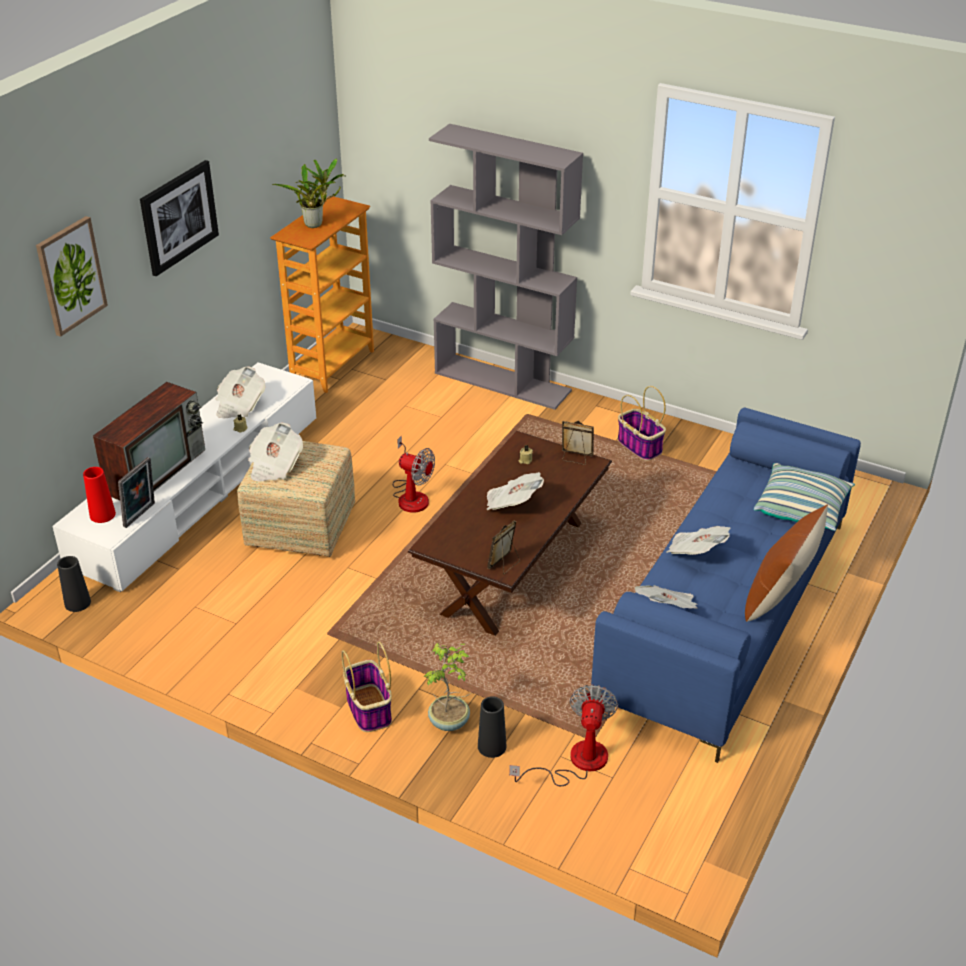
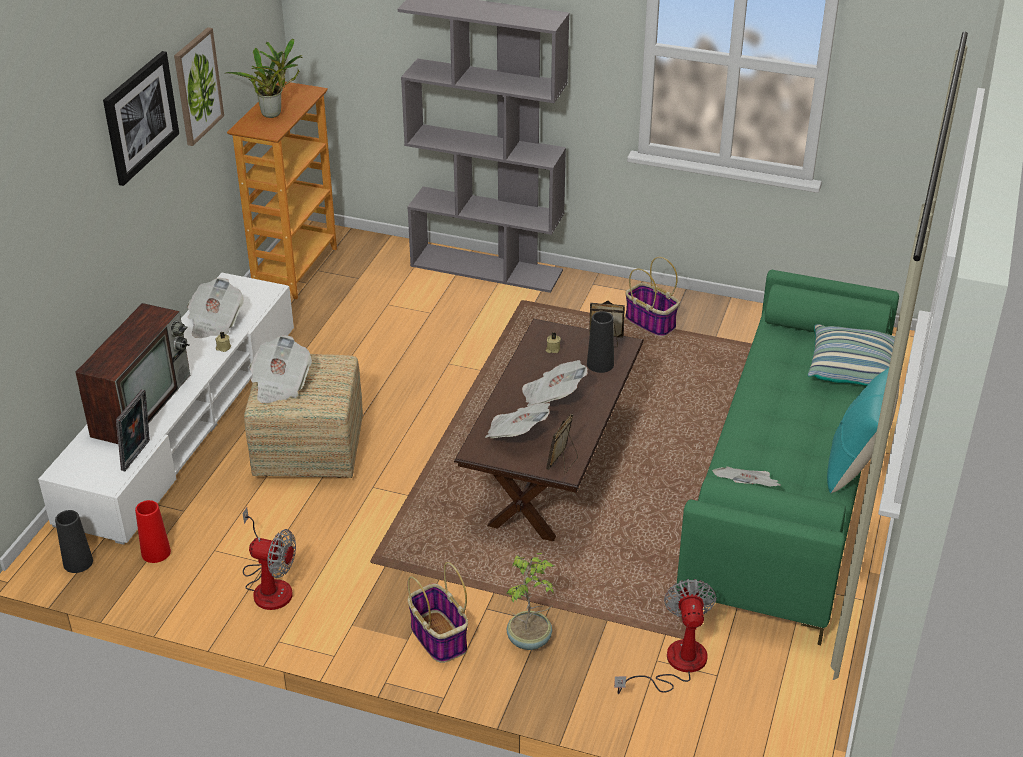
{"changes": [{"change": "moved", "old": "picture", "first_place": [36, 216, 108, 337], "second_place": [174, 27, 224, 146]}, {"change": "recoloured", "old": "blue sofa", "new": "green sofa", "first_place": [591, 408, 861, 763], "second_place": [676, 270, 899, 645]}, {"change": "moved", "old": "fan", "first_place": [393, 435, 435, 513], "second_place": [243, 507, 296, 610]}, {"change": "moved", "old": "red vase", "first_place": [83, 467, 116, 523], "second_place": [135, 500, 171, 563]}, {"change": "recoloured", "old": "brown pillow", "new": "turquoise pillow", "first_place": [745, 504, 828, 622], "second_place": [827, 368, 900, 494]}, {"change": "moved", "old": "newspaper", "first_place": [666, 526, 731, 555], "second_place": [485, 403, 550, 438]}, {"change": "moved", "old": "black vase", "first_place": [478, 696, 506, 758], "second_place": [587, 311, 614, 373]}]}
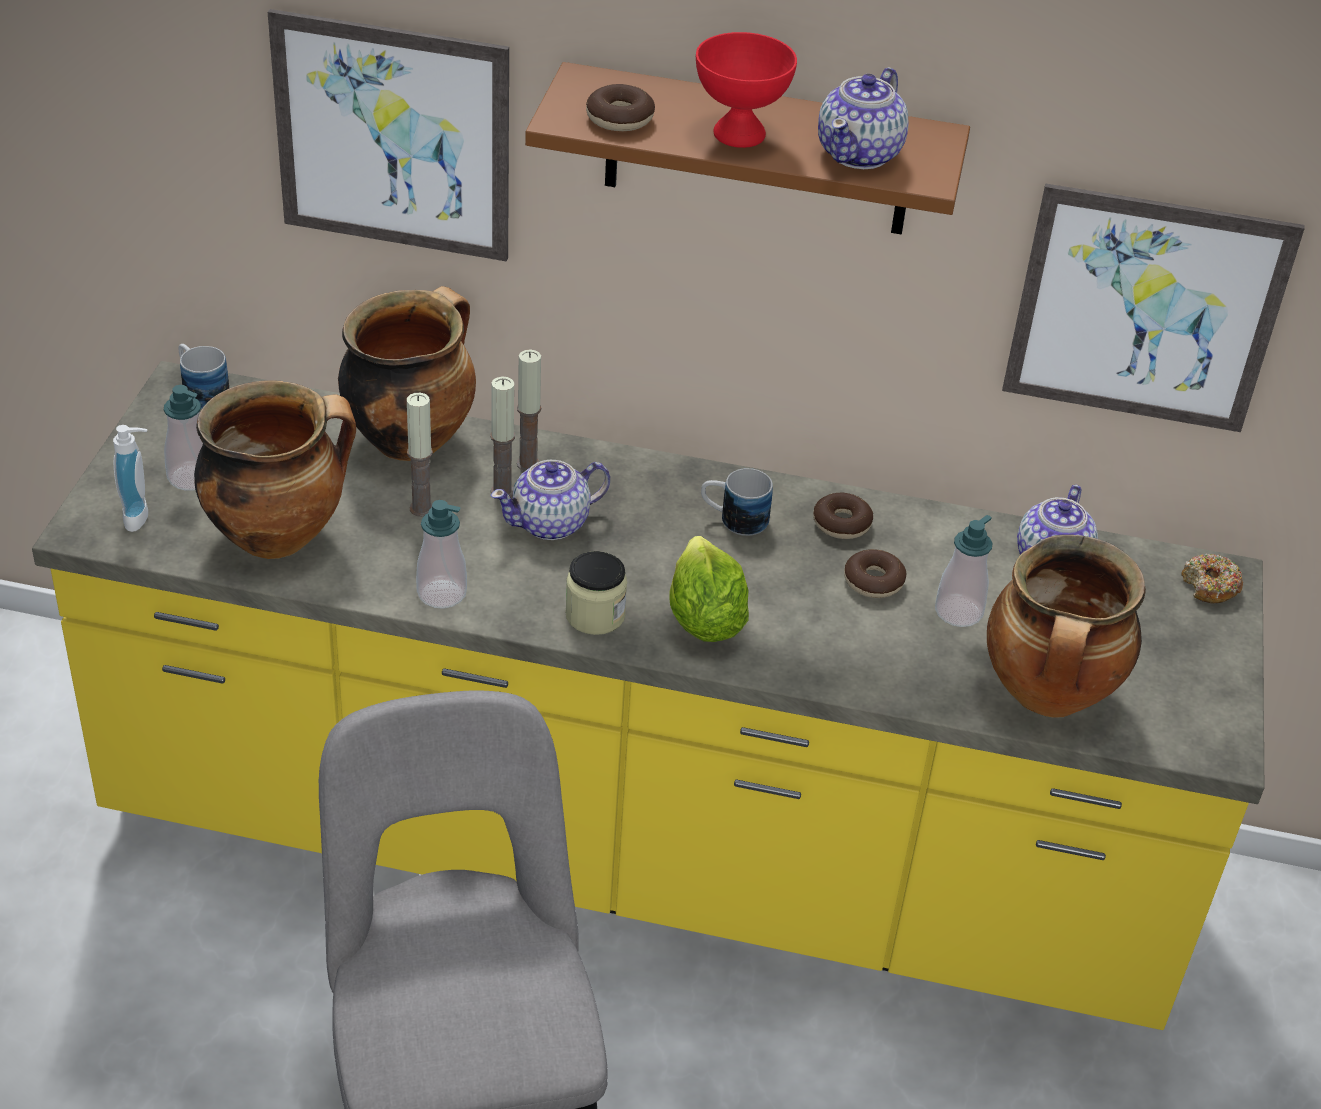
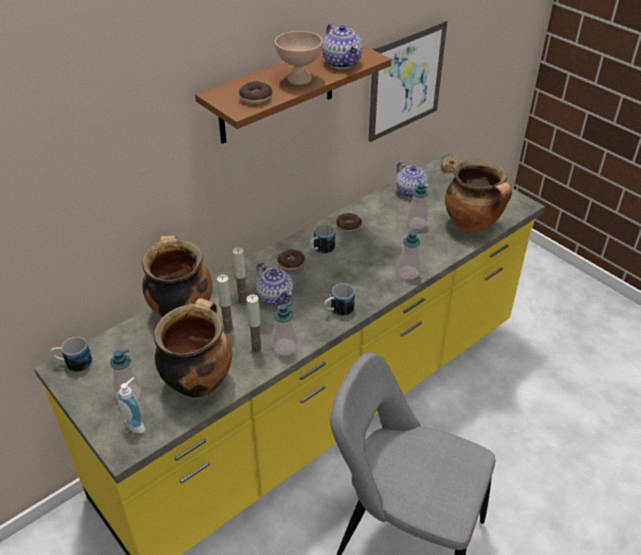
{"changes": [{"change": "removed", "old": "picture", "first_place": [268, 9, 509, 261]}, {"change": "recoloured", "old": "red bowl", "new": "beige bowl", "first_place": [696, 32, 797, 148], "second_place": [275, 31, 323, 85]}, {"change": "moved", "old": "candle", "first_place": [517, 350, 541, 471], "second_place": [246, 295, 263, 354]}, {"change": "turned", "old": "teapot", "first_place": [491, 460, 610, 540], "second_place": [256, 263, 293, 306], "degrees": -45}, {"change": "removed", "old": "lettuce", "first_place": [669, 536, 749, 642]}, {"change": "moved", "old": "donut", "first_place": [844, 549, 906, 598], "second_place": [278, 249, 305, 270]}, {"change": "replaced", "old": "jar", "new": "mug", "first_place": [565, 551, 627, 635], "second_place": [324, 283, 355, 316]}, {"change": "added", "new": "soap dispenser", "second_place": [398, 230, 420, 280]}]}
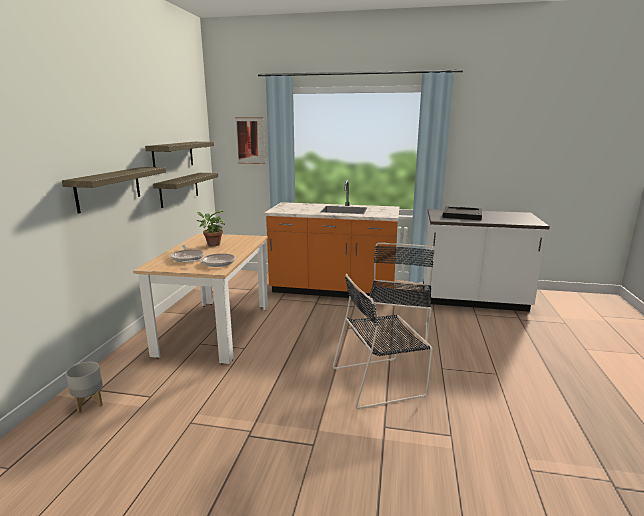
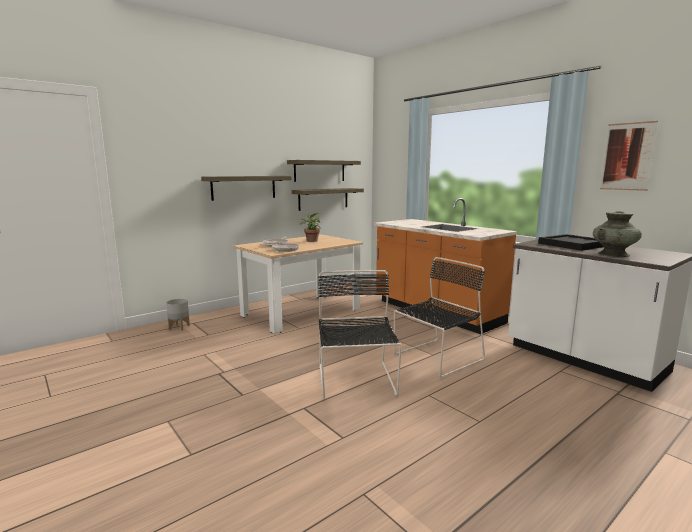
{"changes": [{"change": "moved", "old": "picture", "first_place": [235, 117, 266, 164], "second_place": [600, 121, 658, 191]}, {"change": "turned", "old": "black chair", "first_place": [333, 274, 433, 410], "second_place": [318, 270, 402, 400], "degrees": 60}, {"change": "added", "new": "turquoise vase", "second_place": [593, 211, 642, 257]}]}
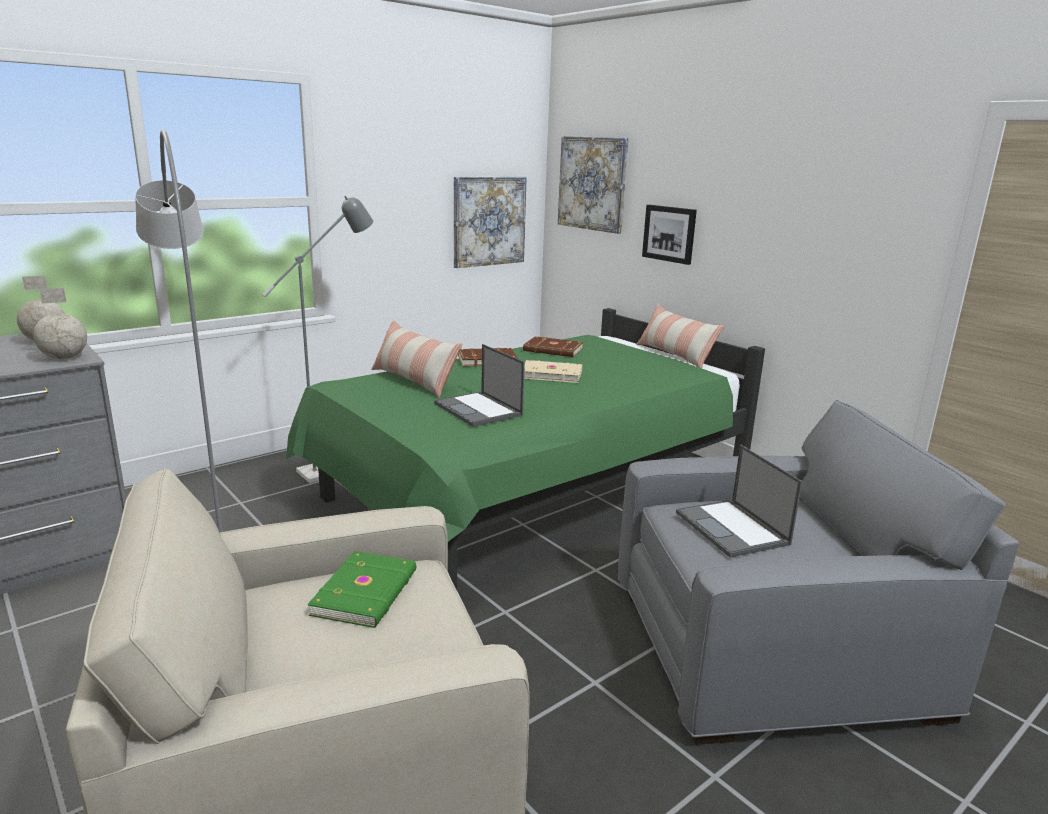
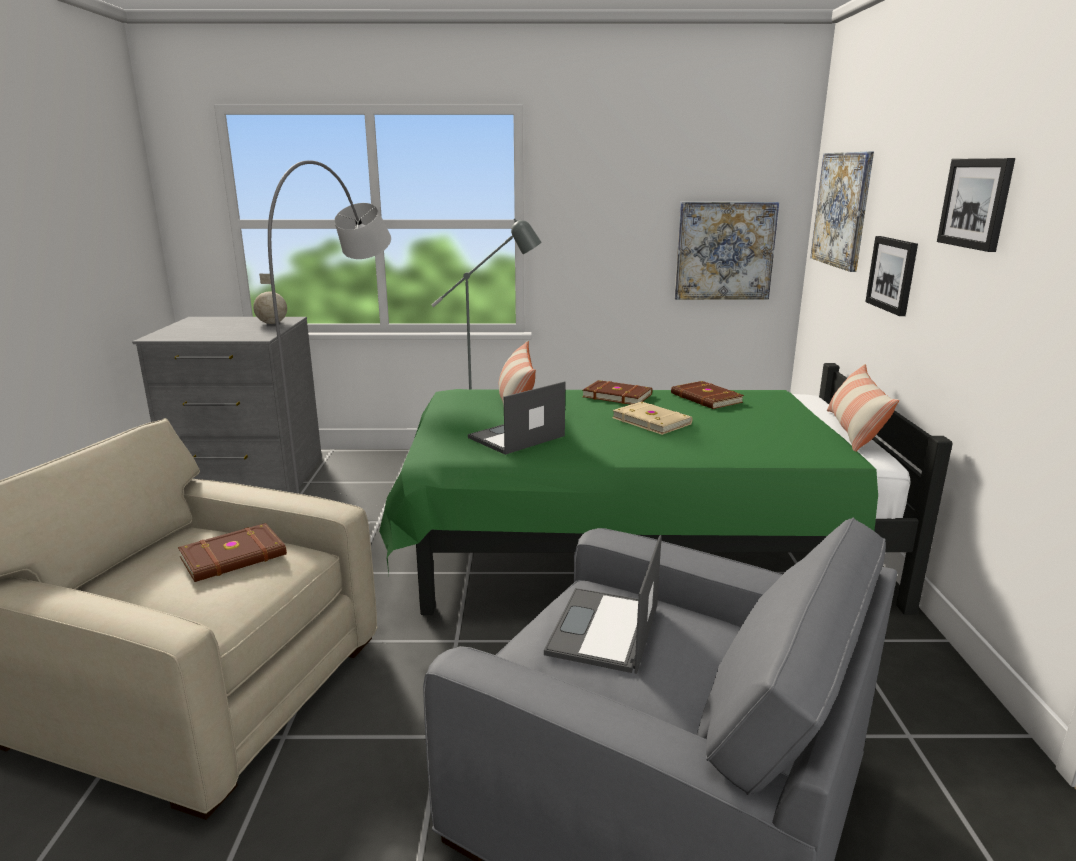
{"changes": [{"change": "removed", "old": "globe", "first_place": [33, 288, 87, 359]}, {"change": "turned", "old": "laptop", "first_place": [434, 344, 525, 427], "second_place": [468, 381, 565, 455], "degrees": 45}, {"change": "recoloured", "old": "green book", "new": "brown book", "first_place": [307, 551, 416, 628], "second_place": [178, 523, 287, 582]}, {"change": "added", "new": "picture", "second_place": [937, 158, 1015, 252]}]}
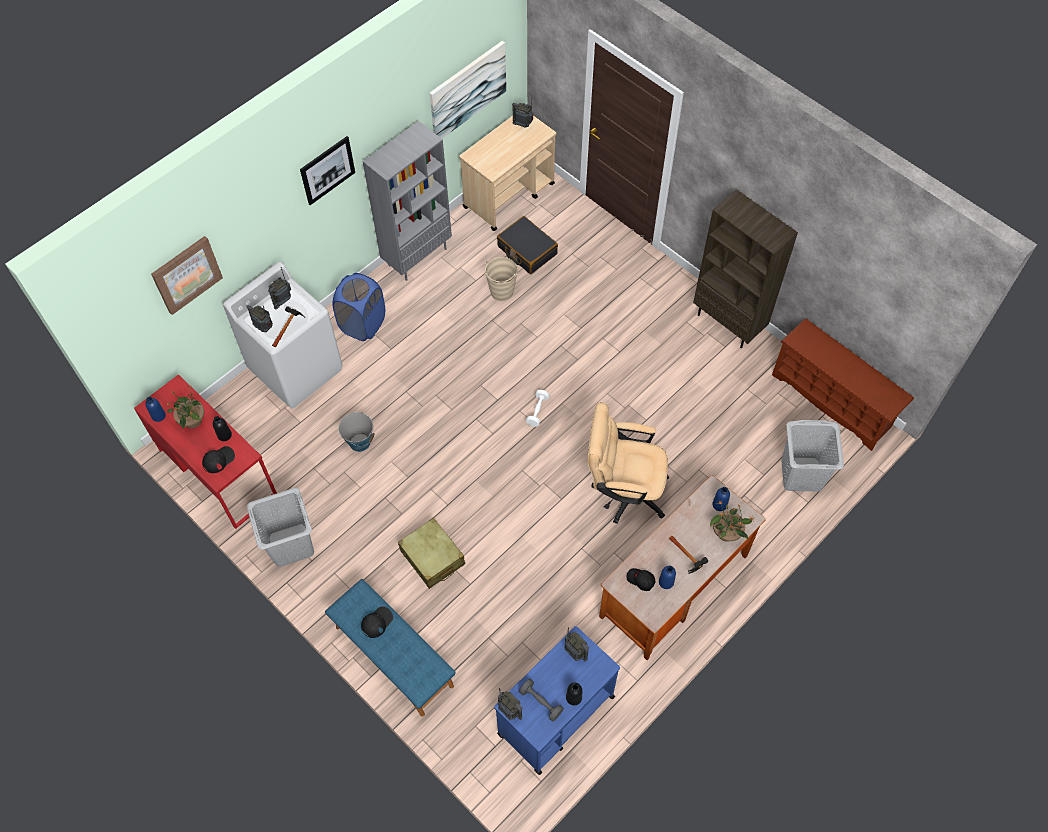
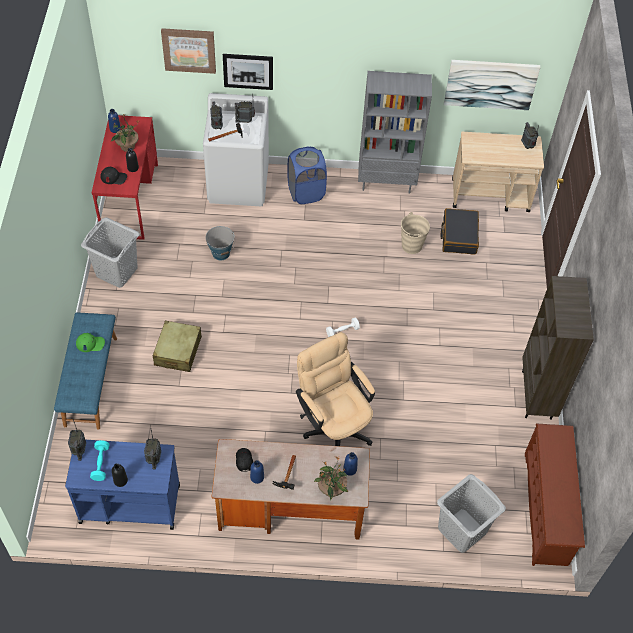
{"changes": [{"change": "moved", "old": "picture", "first_place": [300, 136, 355, 205], "second_place": [223, 54, 273, 90]}, {"change": "recoloured", "old": "black cap", "new": "green cap", "first_place": [361, 606, 393, 638], "second_place": [76, 333, 105, 352]}, {"change": "recoloured", "old": "grey dumbbell", "new": "turquoise dumbbell", "first_place": [519, 679, 564, 722], "second_place": [90, 440, 109, 481]}]}
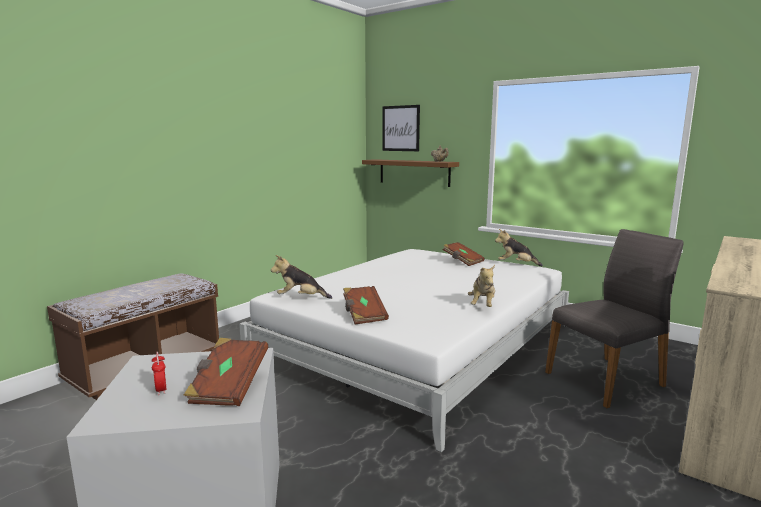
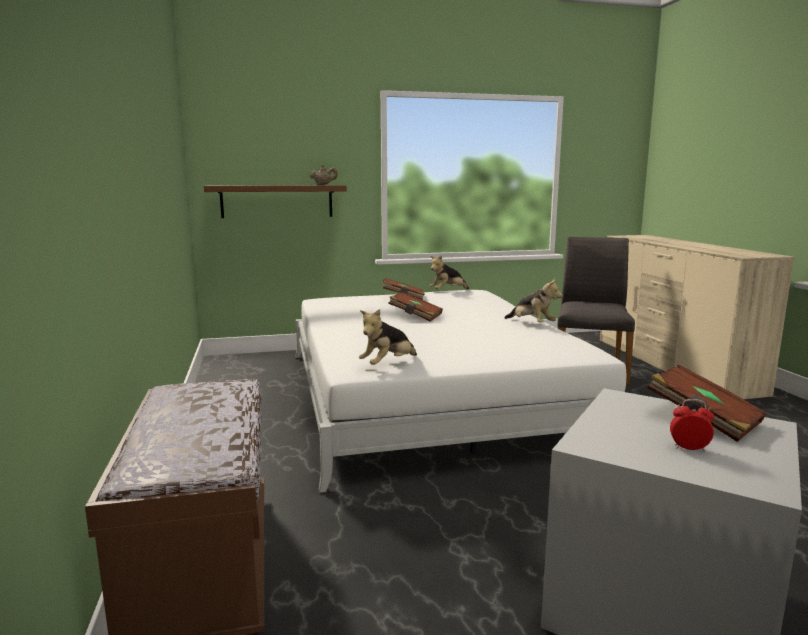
{"changes": [{"change": "removed", "old": "picture", "first_place": [382, 105, 420, 151]}, {"change": "moved", "old": "brown book", "first_place": [343, 286, 389, 324], "second_place": [388, 292, 443, 321]}]}
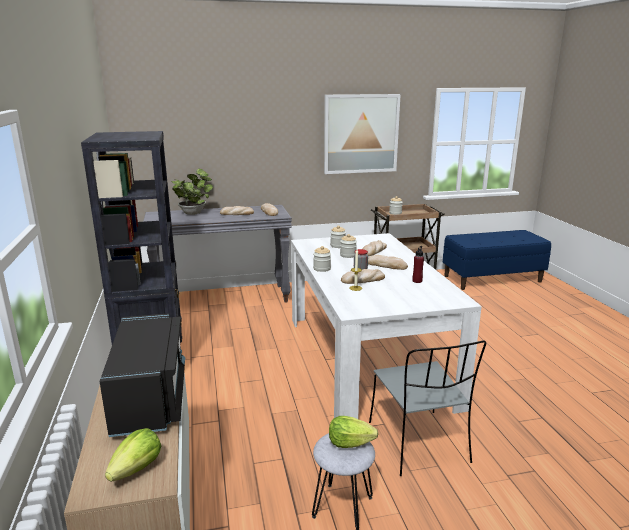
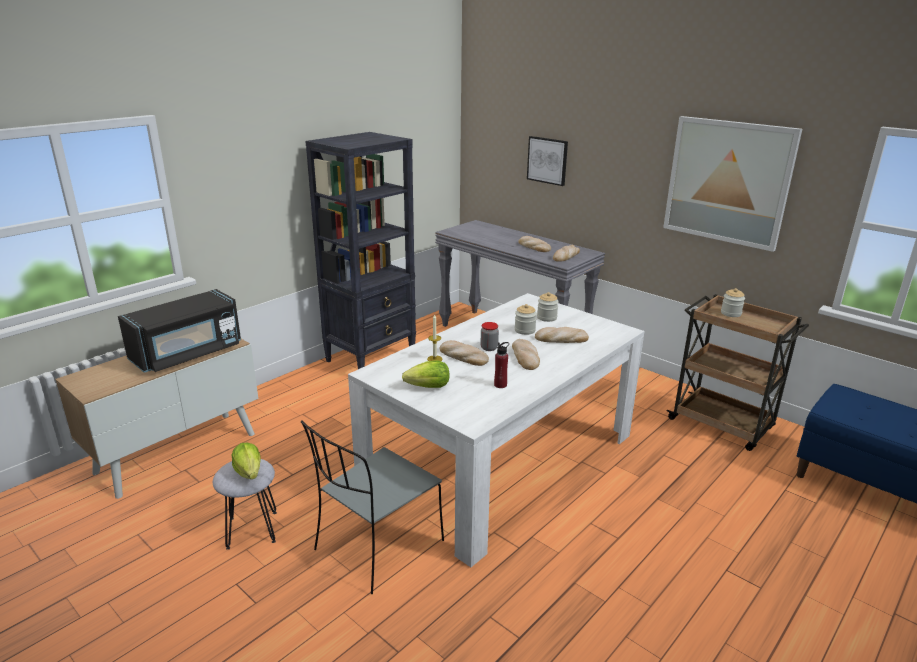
{"changes": [{"change": "removed", "old": "potted plant", "first_place": [171, 169, 213, 215]}, {"change": "removed", "old": "jar", "first_place": [313, 246, 331, 272]}, {"change": "moved", "old": "lettuce", "first_place": [105, 428, 161, 482], "second_place": [402, 361, 449, 388]}, {"change": "added", "new": "picture", "second_place": [527, 136, 568, 186]}]}
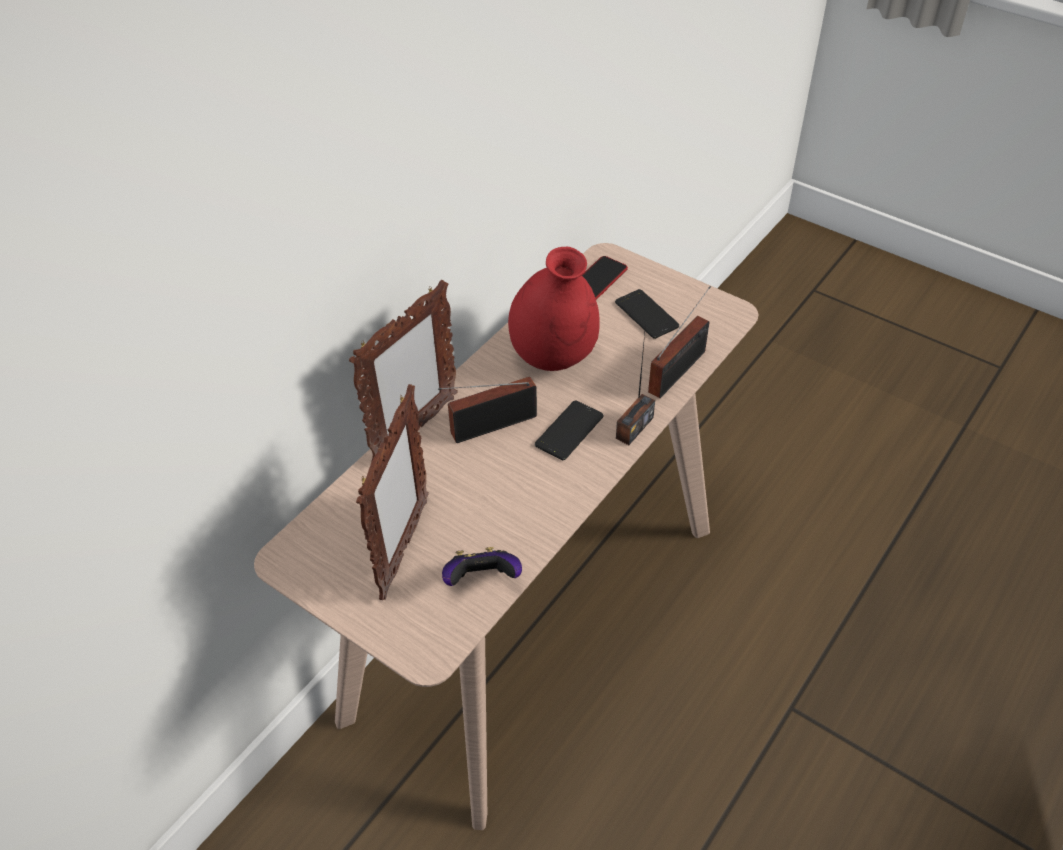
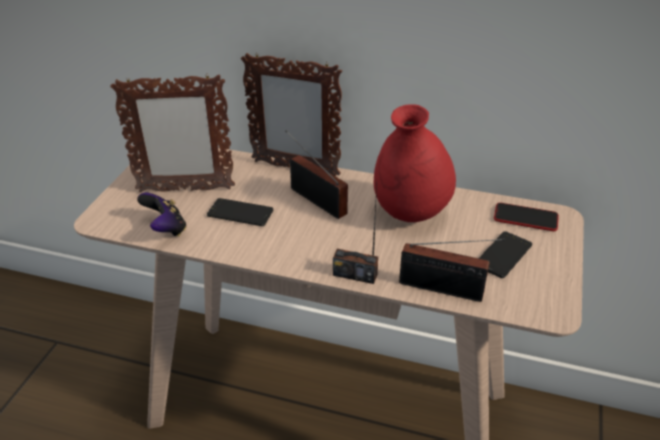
{"changes": [{"change": "moved", "old": "phone", "first_place": [535, 400, 604, 460], "second_place": [207, 198, 273, 226]}]}
